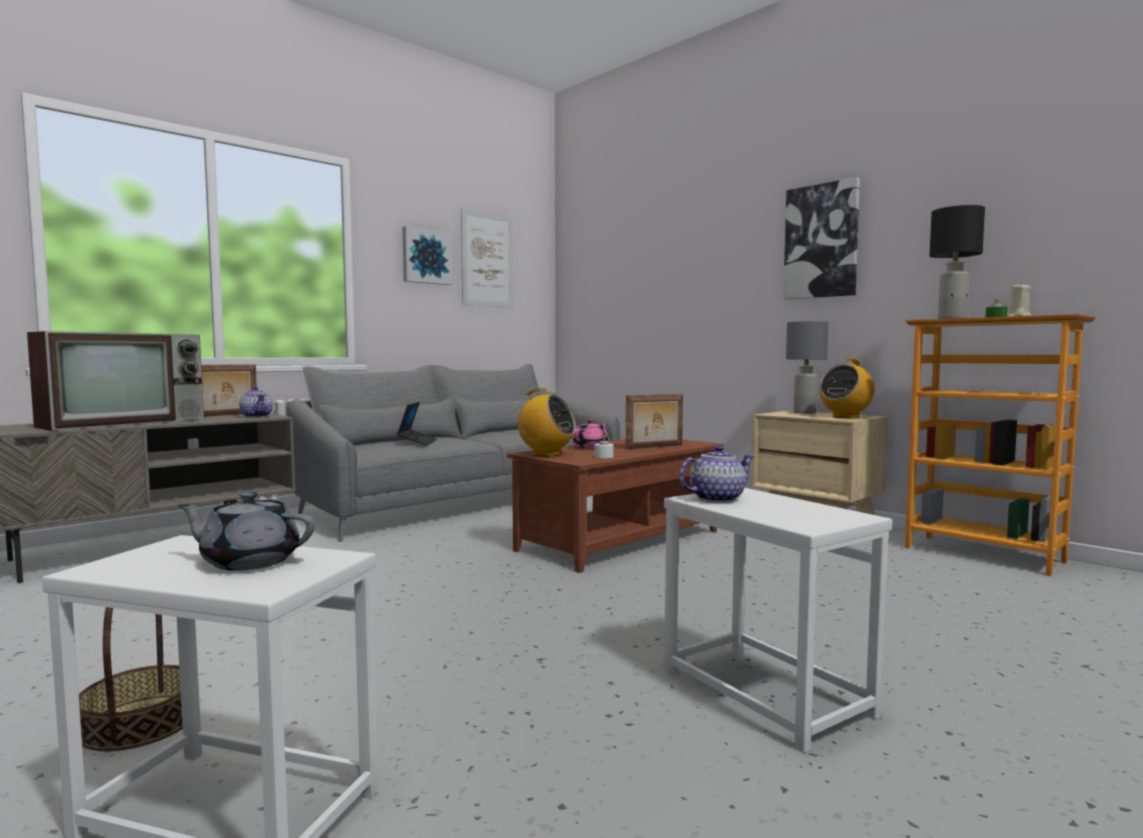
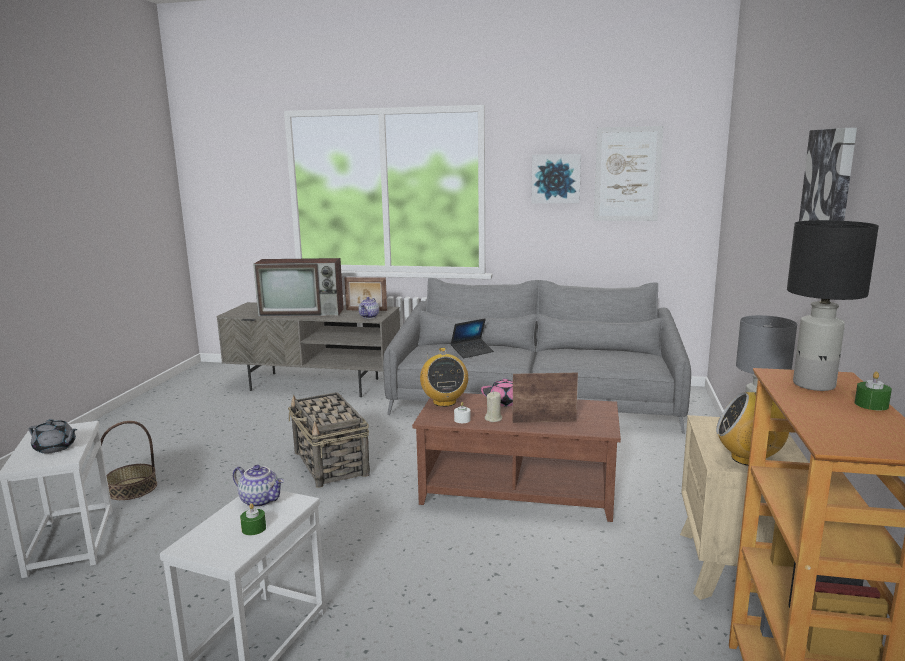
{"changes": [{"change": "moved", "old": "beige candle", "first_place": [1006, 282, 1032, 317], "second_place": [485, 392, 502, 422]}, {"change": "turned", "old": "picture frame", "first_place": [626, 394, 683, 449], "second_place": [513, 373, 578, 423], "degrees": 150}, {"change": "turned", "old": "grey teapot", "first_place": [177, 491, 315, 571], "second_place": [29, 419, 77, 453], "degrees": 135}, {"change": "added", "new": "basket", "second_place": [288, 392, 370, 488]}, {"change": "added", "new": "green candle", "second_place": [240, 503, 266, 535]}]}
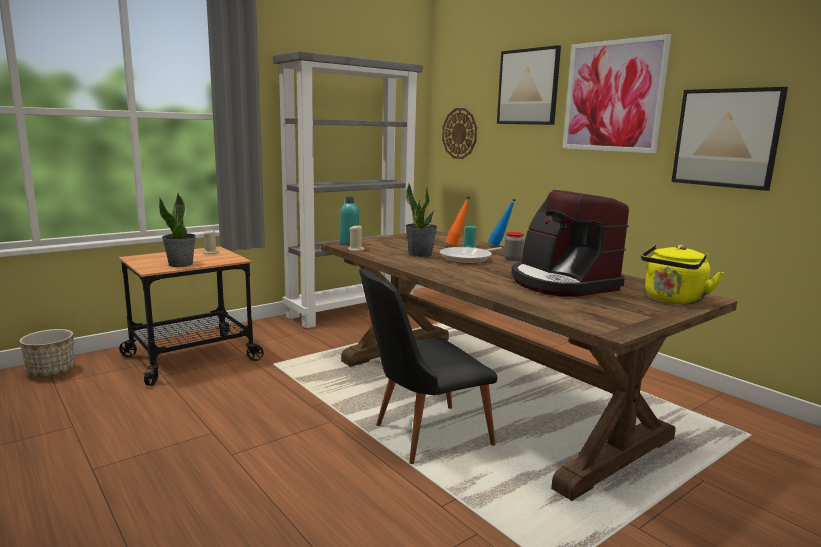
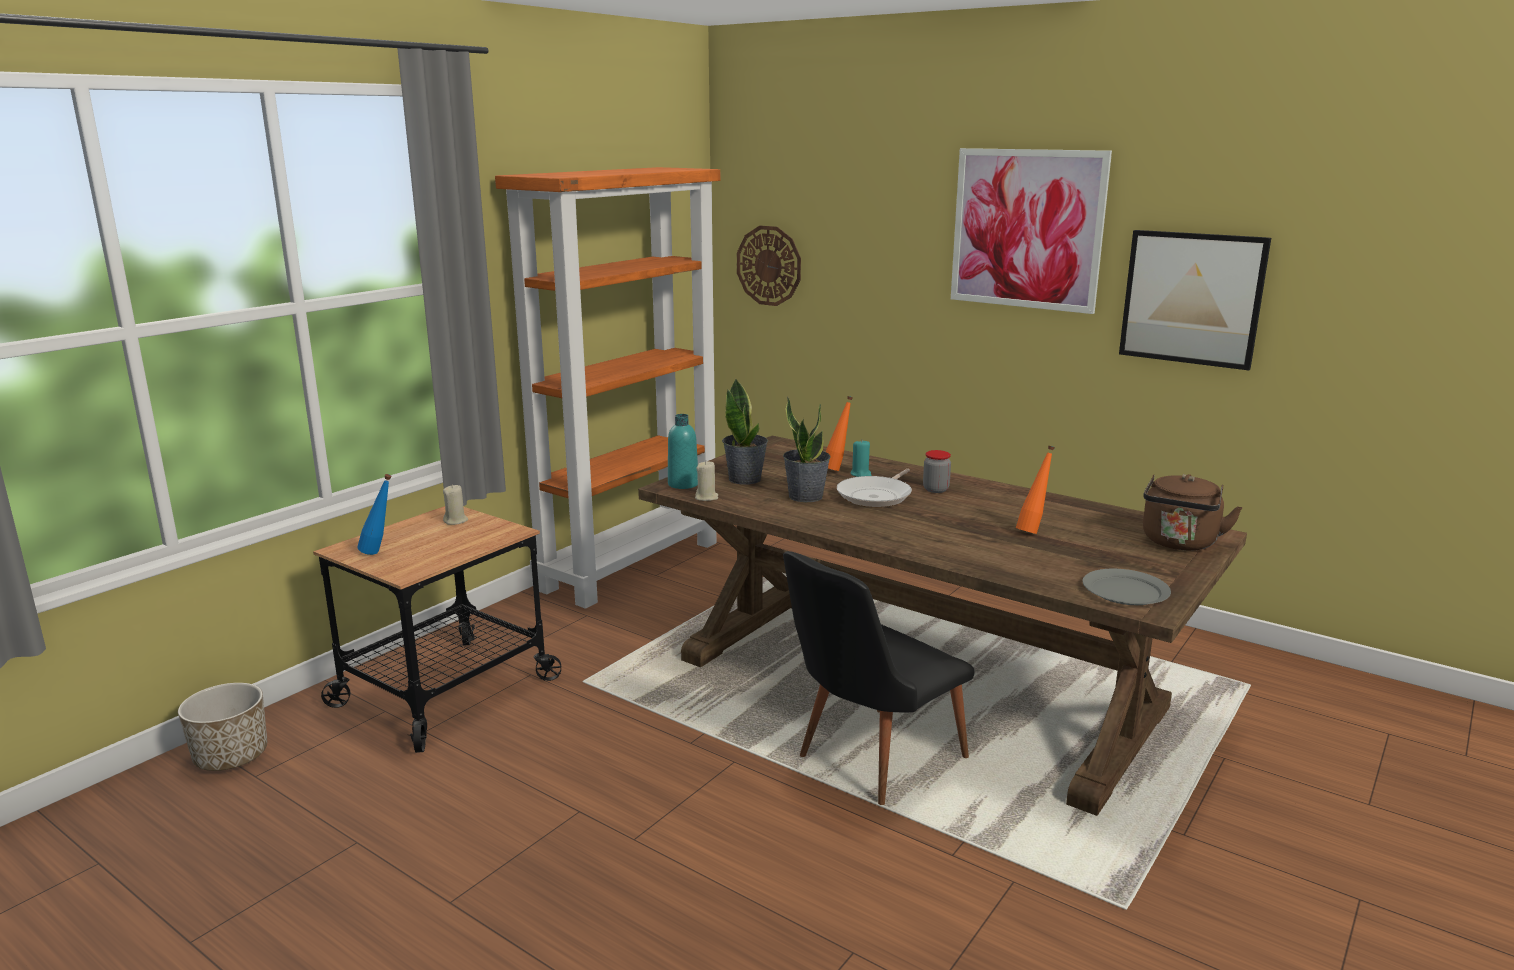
{"changes": [{"change": "removed", "old": "picture", "first_place": [497, 45, 561, 125]}, {"change": "recoloured", "old": "grey bookcase", "new": "orange bookcase", "first_place": [273, 51, 423, 328], "second_place": [495, 167, 720, 608]}, {"change": "replaced", "old": "coffee machine", "new": "orange bottle", "first_place": [511, 190, 629, 297], "second_place": [1016, 446, 1055, 534]}, {"change": "moved", "old": "potted plant", "first_place": [159, 193, 196, 267], "second_place": [722, 378, 768, 485]}, {"change": "moved", "old": "blue bottle", "first_place": [488, 198, 516, 247], "second_place": [357, 474, 391, 555]}, {"change": "recoloured", "old": "yellow kettle", "new": "brown kettle", "first_place": [641, 245, 724, 304], "second_place": [1143, 474, 1243, 551]}, {"change": "added", "new": "grey plate", "second_place": [1082, 569, 1171, 605]}]}
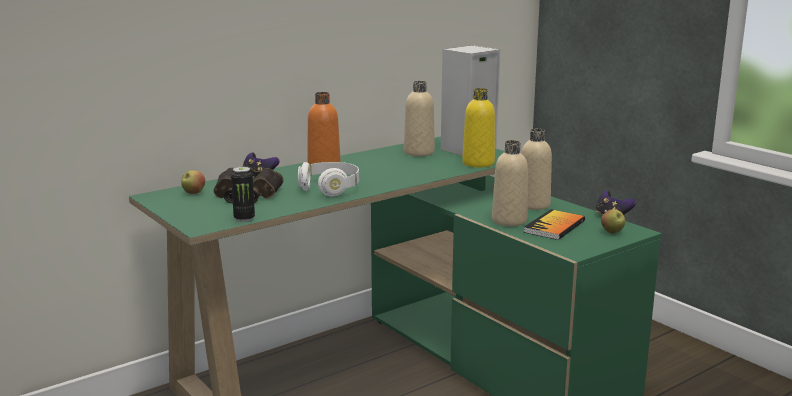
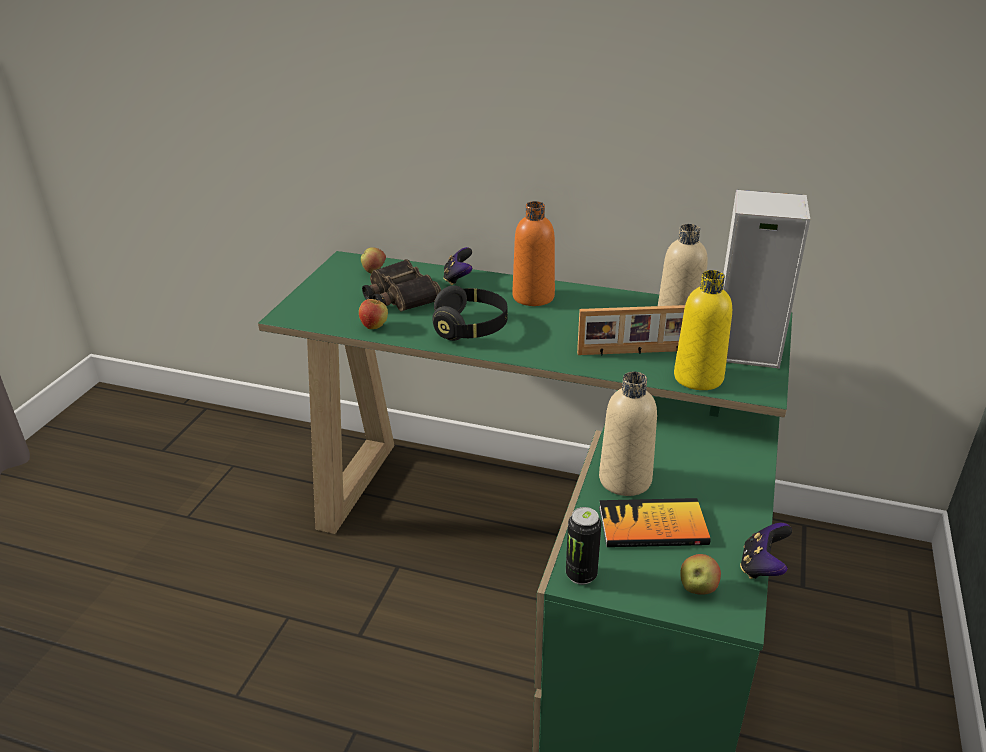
{"changes": [{"change": "removed", "old": "beige bottle", "first_place": [521, 129, 552, 210]}, {"change": "recoloured", "old": "white headphones", "new": "black headphones", "first_place": [298, 162, 359, 196], "second_place": [432, 285, 508, 341]}, {"change": "moved", "old": "can", "first_place": [231, 167, 255, 222], "second_place": [566, 507, 602, 585]}, {"change": "added", "new": "apple", "second_place": [359, 298, 388, 329]}, {"change": "added", "new": "picture frame", "second_place": [577, 305, 685, 356]}]}
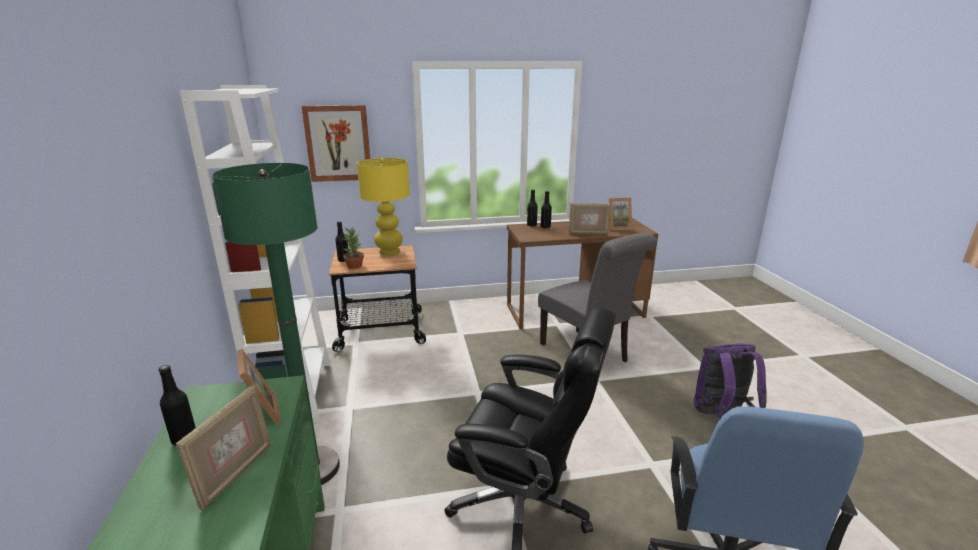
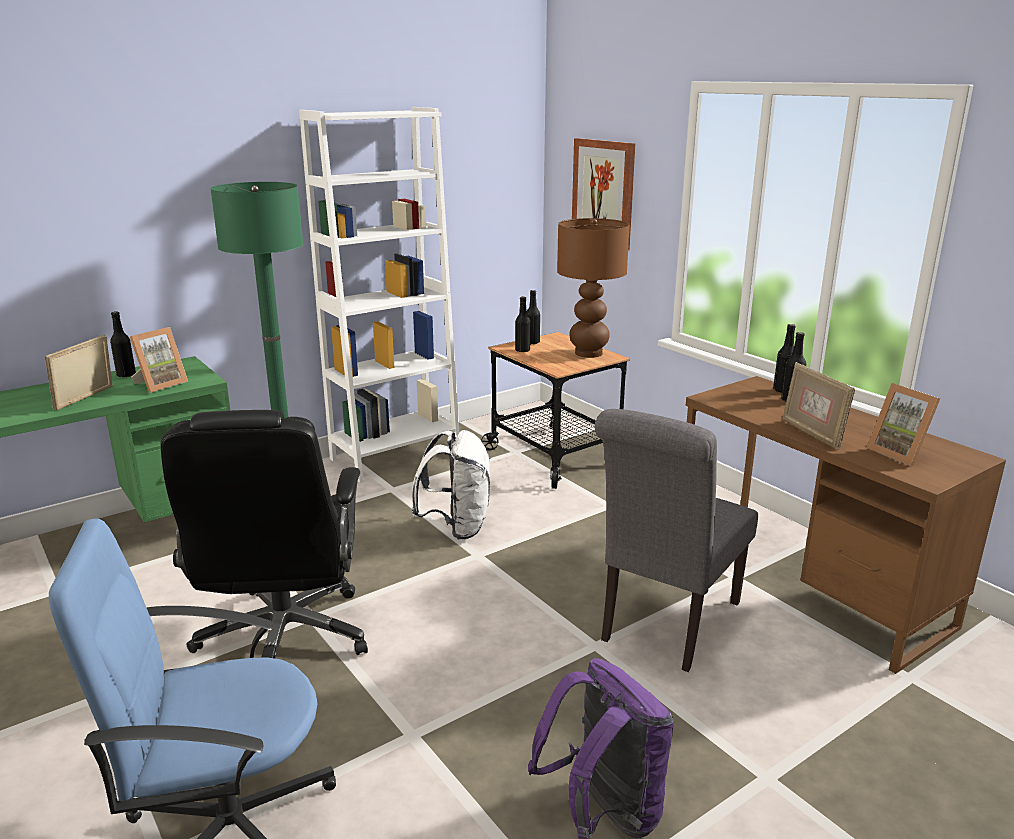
{"changes": [{"change": "recoloured", "old": "yellow table lamp", "new": "brown table lamp", "first_place": [357, 158, 410, 255], "second_place": [557, 218, 630, 358]}, {"change": "replaced", "old": "potted plant", "new": "black bottle", "first_place": [343, 228, 364, 269], "second_place": [515, 297, 531, 352]}, {"change": "turned", "old": "picture frame", "first_place": [176, 385, 272, 511], "second_place": [45, 335, 113, 411], "degrees": 120}, {"change": "added", "new": "white backpack", "second_place": [411, 430, 491, 540]}]}
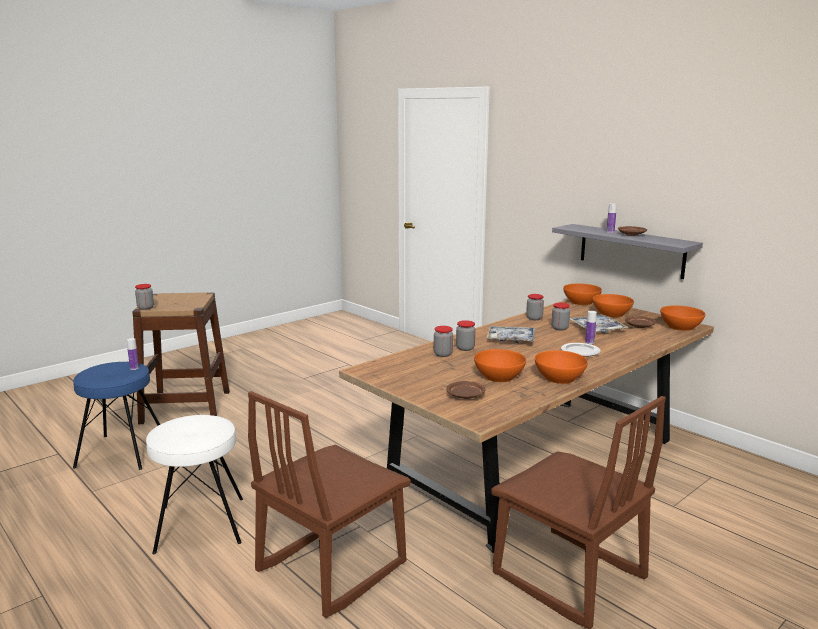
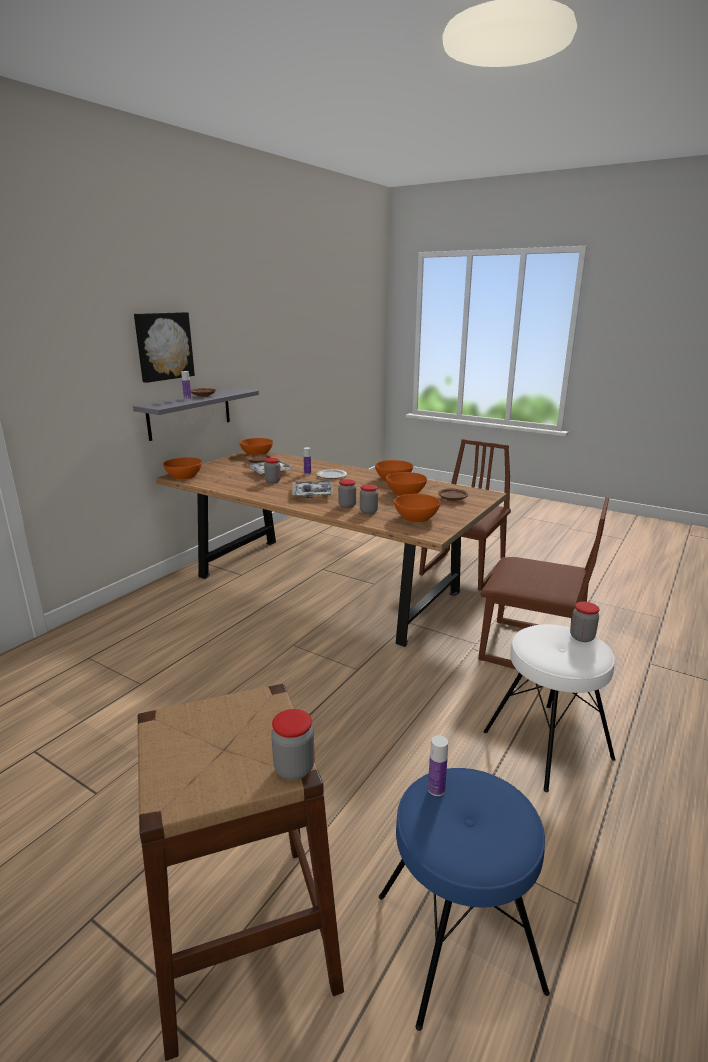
{"changes": [{"change": "moved", "old": "jar", "first_place": [526, 294, 544, 320], "second_place": [570, 602, 600, 642]}, {"change": "moved", "old": "orange bowl", "first_place": [593, 294, 634, 317], "second_place": [394, 494, 440, 523]}, {"change": "added", "new": "picture", "second_place": [134, 312, 195, 383]}]}
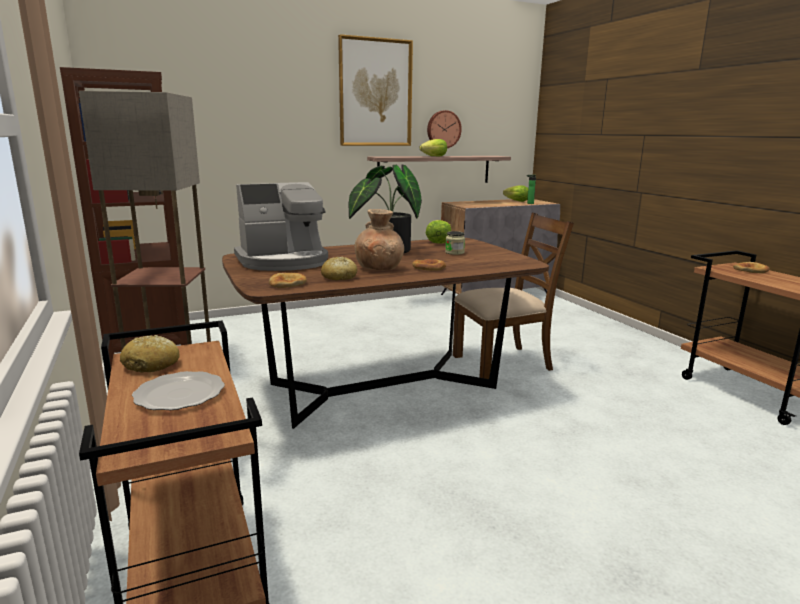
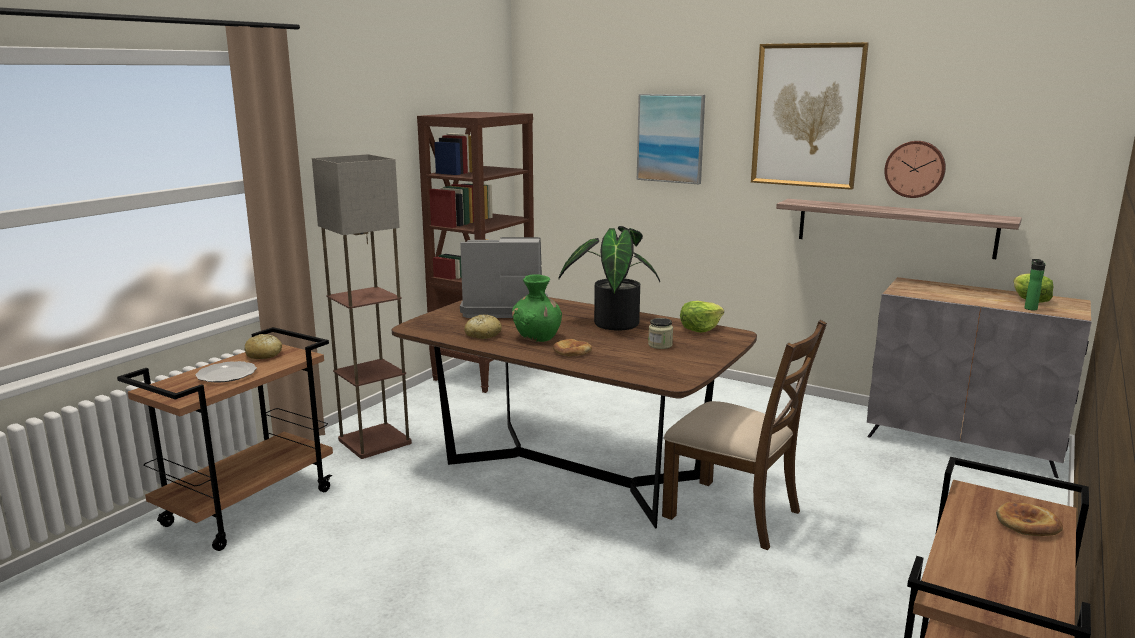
{"changes": [{"change": "removed", "old": "lettuce", "first_place": [420, 139, 447, 157]}, {"change": "turned", "old": "coffee machine", "first_place": [234, 182, 328, 271], "second_place": [460, 237, 548, 318], "degrees": 150}, {"change": "recoloured", "old": "brown vase", "new": "green vase", "first_place": [355, 209, 404, 270], "second_place": [512, 274, 562, 342]}, {"change": "removed", "old": "bread", "first_place": [269, 273, 307, 288]}, {"change": "added", "new": "picture", "second_place": [637, 94, 705, 184]}]}
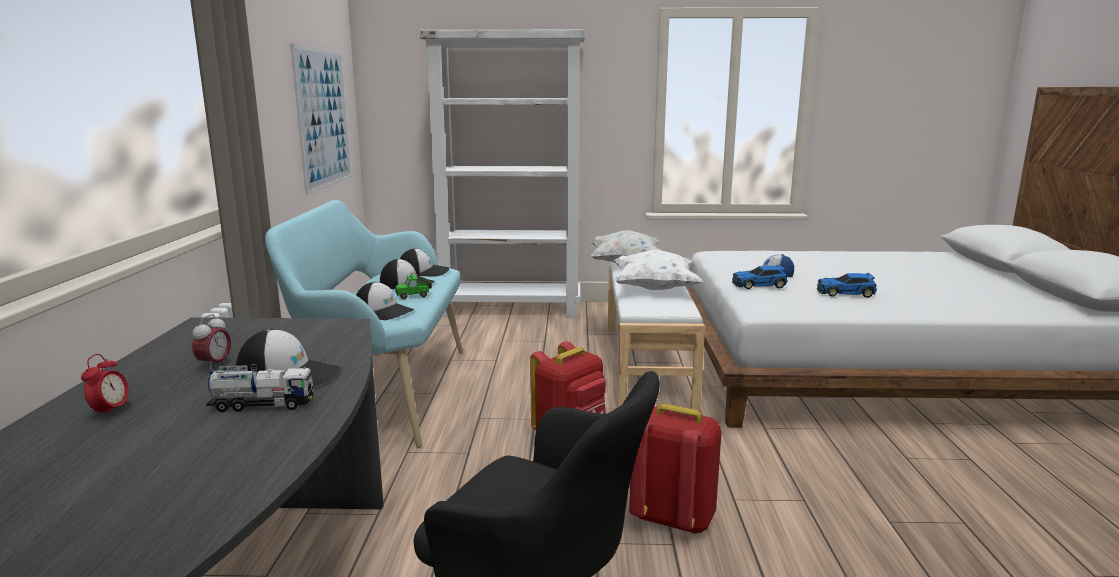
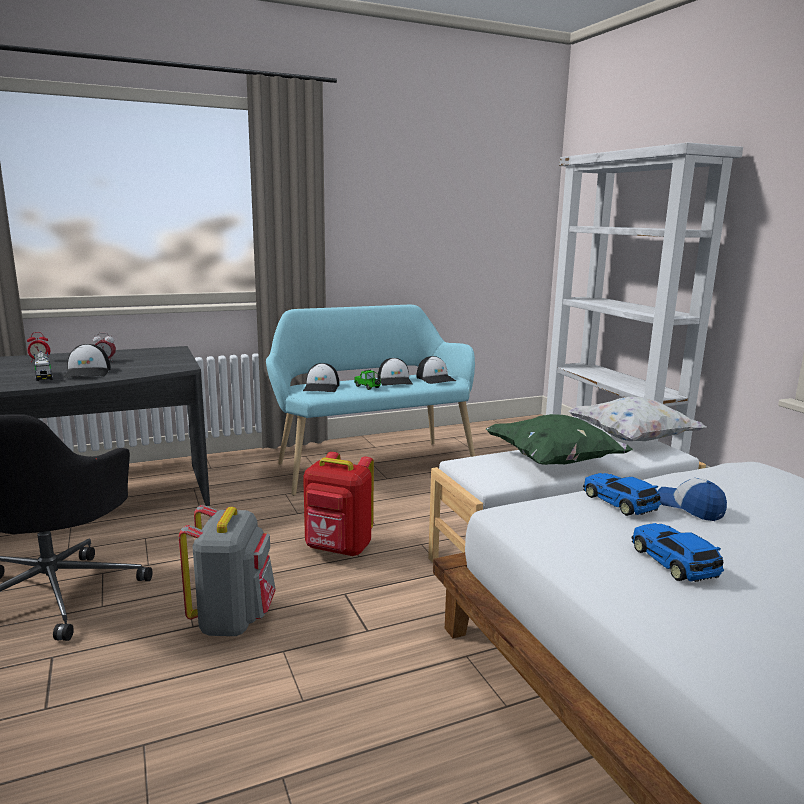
{"changes": [{"change": "removed", "old": "picture", "first_place": [290, 43, 352, 195]}, {"change": "recoloured", "old": "white pillow", "new": "green pillow", "first_place": [614, 250, 703, 290], "second_place": [486, 414, 633, 465]}, {"change": "recoloured", "old": "red backpack", "new": "grey backpack", "first_place": [629, 404, 722, 534], "second_place": [179, 505, 276, 636]}]}
